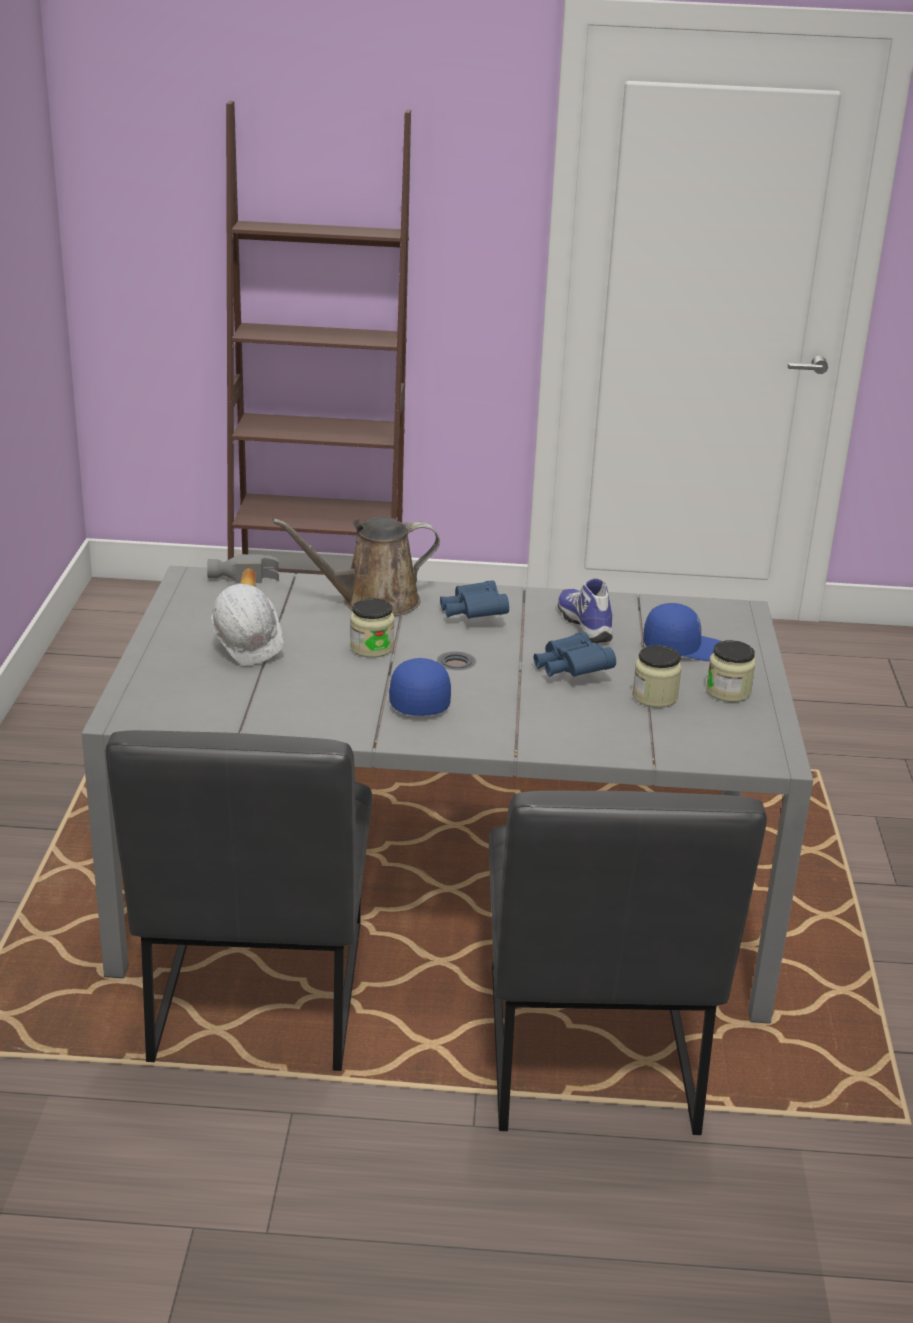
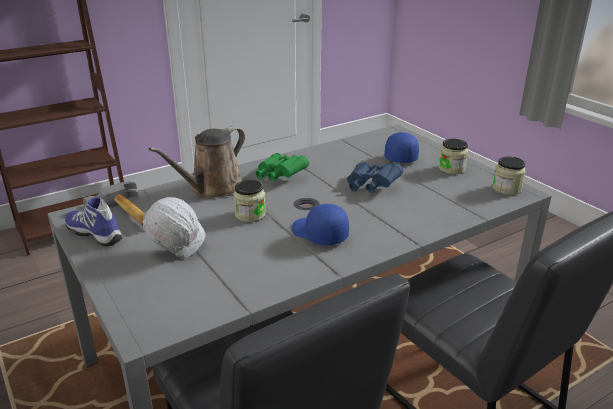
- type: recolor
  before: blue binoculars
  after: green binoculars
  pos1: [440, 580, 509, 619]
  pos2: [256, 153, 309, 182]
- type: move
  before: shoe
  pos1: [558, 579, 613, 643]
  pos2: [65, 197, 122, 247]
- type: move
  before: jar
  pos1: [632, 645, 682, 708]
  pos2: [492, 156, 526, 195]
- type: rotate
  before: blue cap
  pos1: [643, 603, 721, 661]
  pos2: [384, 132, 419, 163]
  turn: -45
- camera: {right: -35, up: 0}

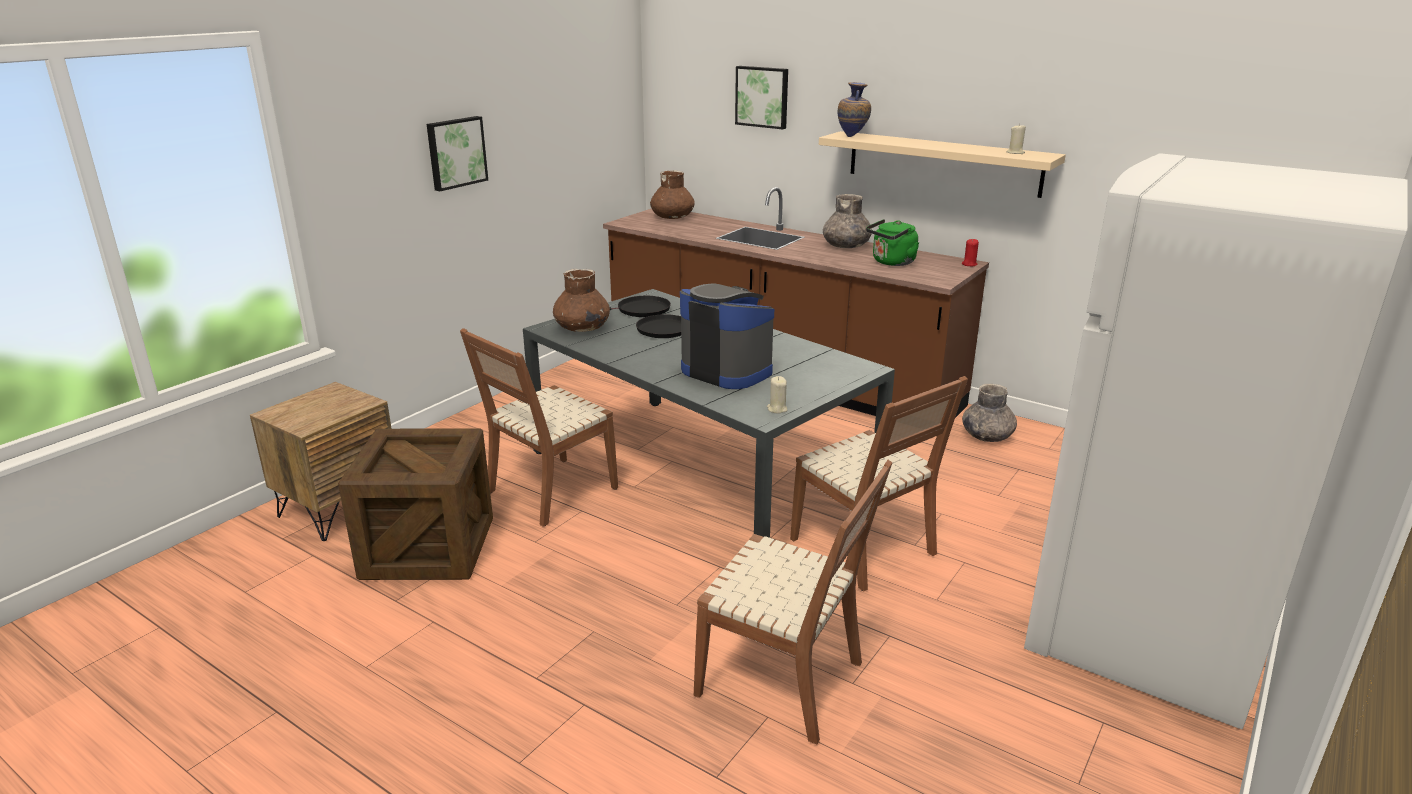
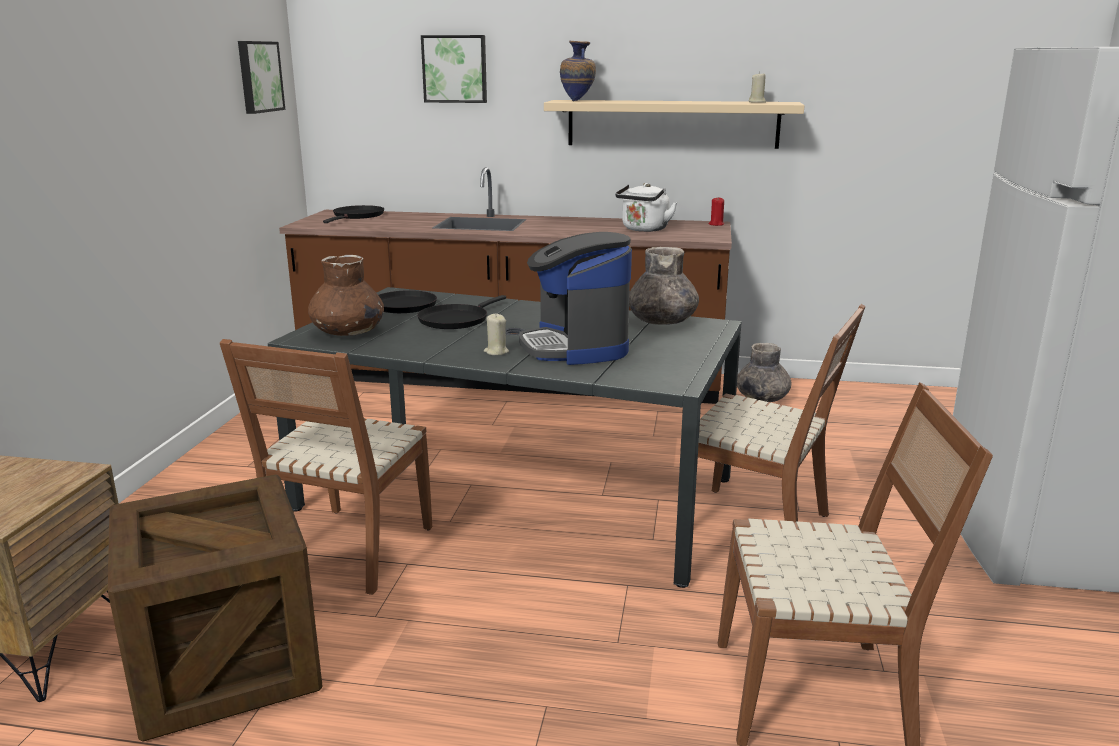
- type: move
  before: picture
  pos1: [427, 116, 488, 191]
  pos2: [238, 41, 285, 114]
- type: replace
  before: brown vase
  after: black frying pan
  pos1: [650, 170, 694, 219]
  pos2: [323, 205, 384, 223]
- type: rotate
  before: coffee machine
  pos1: [680, 283, 774, 389]
  pos2: [519, 232, 632, 365]
  turn: -120
- type: move
  before: beige candle
  pos1: [767, 376, 787, 414]
  pos2: [484, 314, 509, 355]
- type: move
  before: grey vase
  pos1: [823, 194, 872, 248]
  pos2: [629, 247, 699, 325]
- type: recolor
  before: green kettle
  after: white kettle
  pos1: [866, 219, 919, 266]
  pos2: [615, 183, 677, 232]
- camera: {right: -25, up: -5}

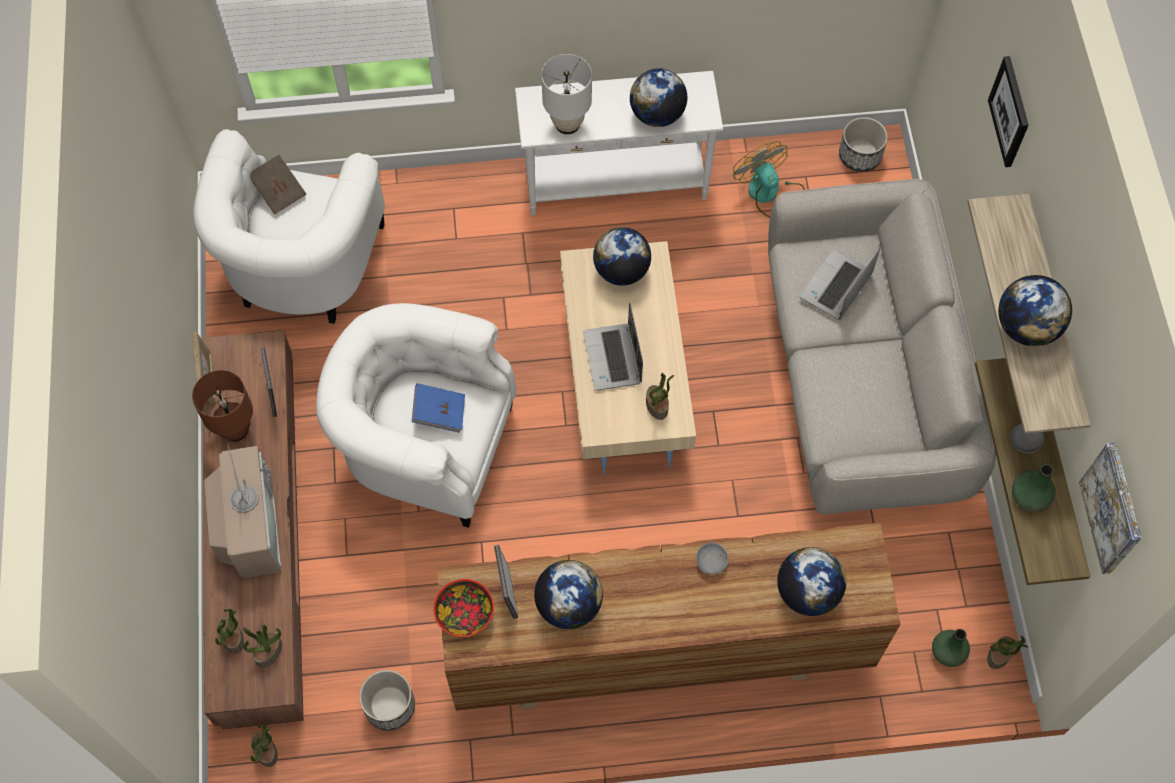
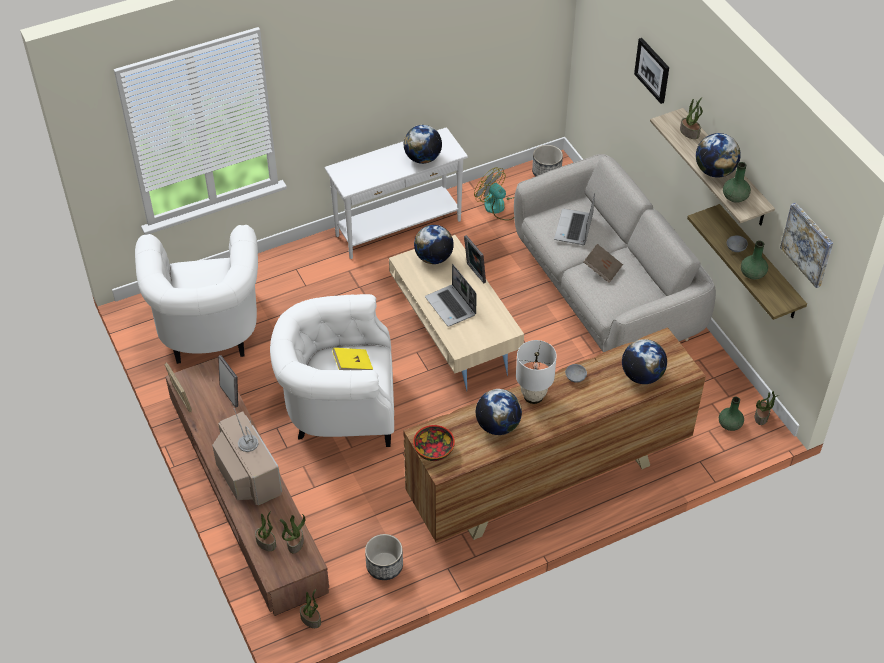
- type: delete
  before: brown table lamp
  pos1: [192, 370, 253, 442]
- type: move
  before: brown book
  pos1: [250, 155, 306, 215]
  pos2: [583, 244, 623, 283]
- type: recolor
  before: blue book
  after: yellow book
  pos1: [411, 383, 465, 433]
  pos2: [332, 348, 373, 370]
- type: move
  before: picture frame
  pos1: [494, 545, 518, 619]
  pos2: [464, 235, 486, 283]
- type: move
  before: white table lamp
  pos1: [541, 54, 592, 134]
  pos2: [516, 340, 557, 404]
- type: move
  before: potted plant
  pos1: [646, 373, 675, 420]
  pos2: [680, 97, 703, 139]
- type: insert
  after: green vase
  pos2: [723, 162, 751, 203]
- camera: {right: -20, up: -15}

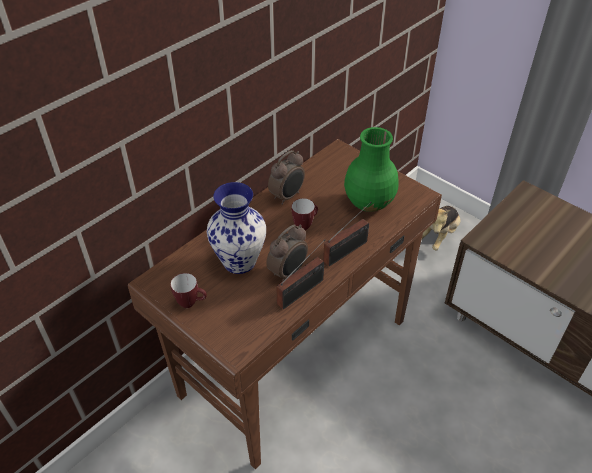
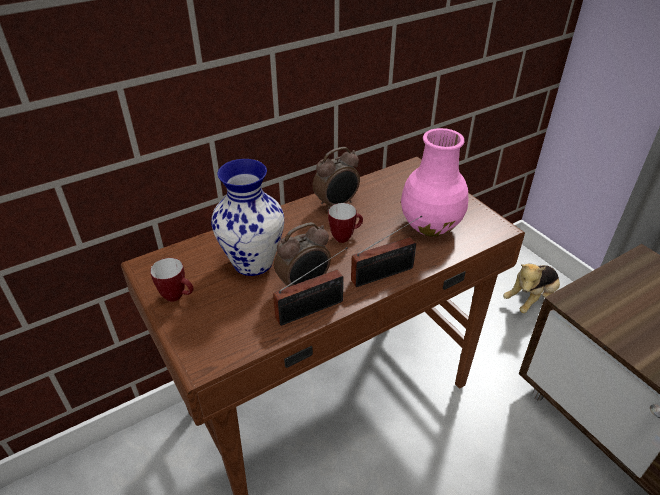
- type: recolor
  before: green vase
  after: pink vase
  pos1: [344, 127, 399, 212]
  pos2: [401, 128, 468, 237]
- camera: {right: 15, up: -5}

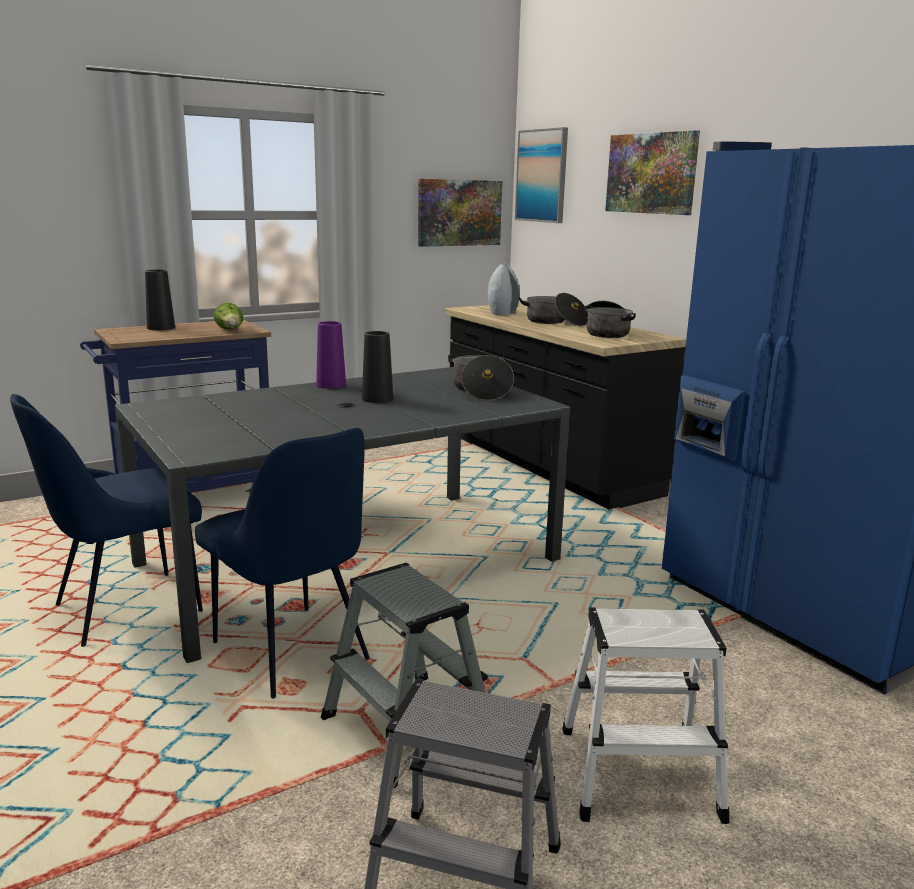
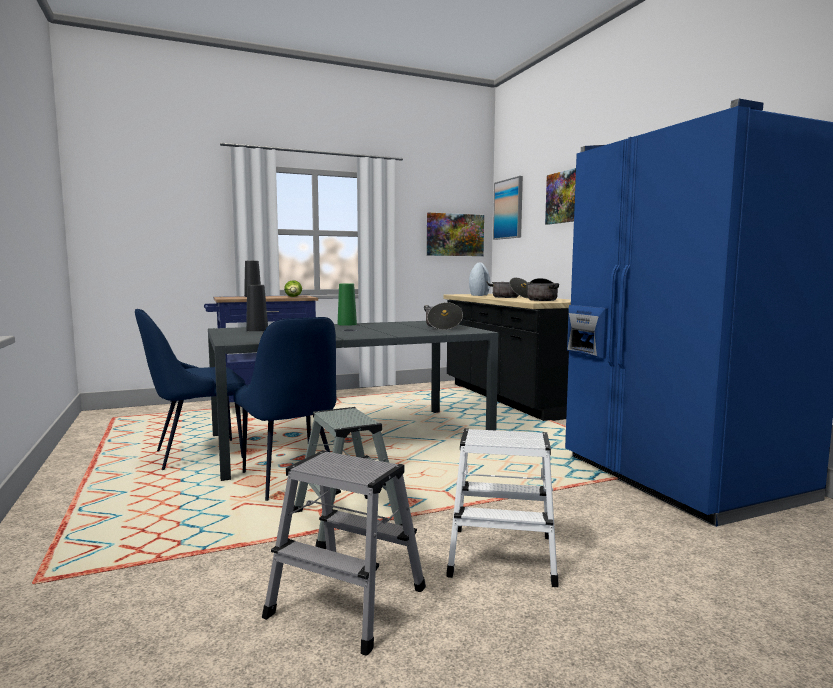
- type: recolor
  before: purple vase
  after: green vase
  pos1: [316, 321, 346, 389]
  pos2: [338, 283, 357, 326]
- type: move
  before: black vase
  pos1: [362, 331, 393, 403]
  pos2: [246, 285, 268, 331]
- camera: {right: 10, up: -10}

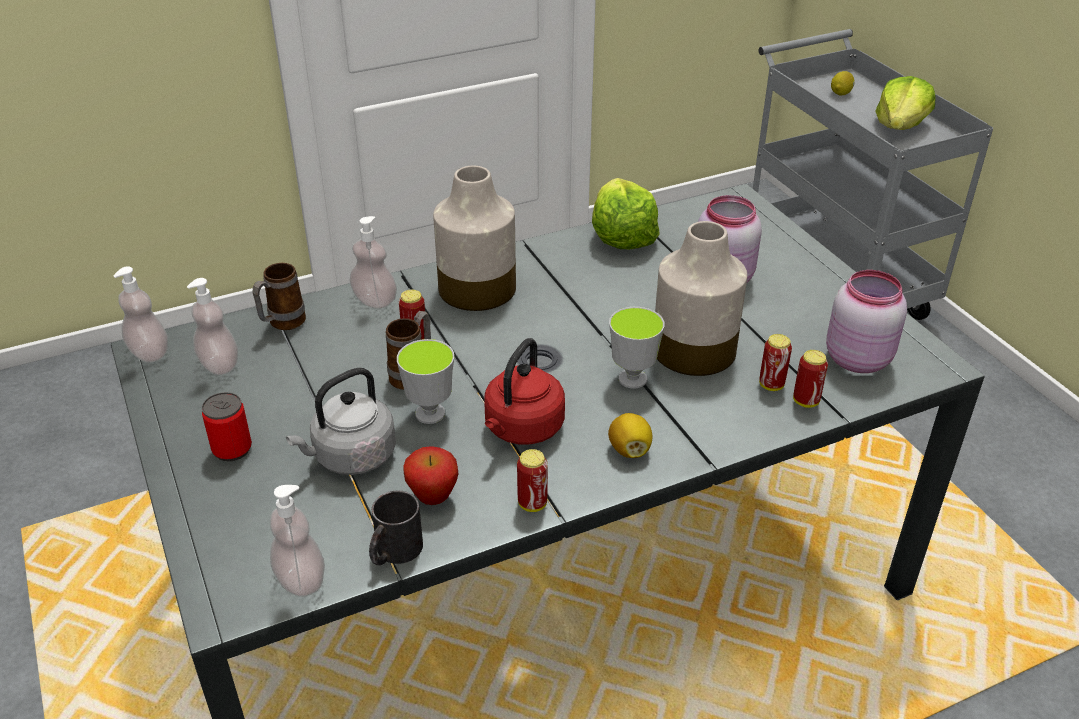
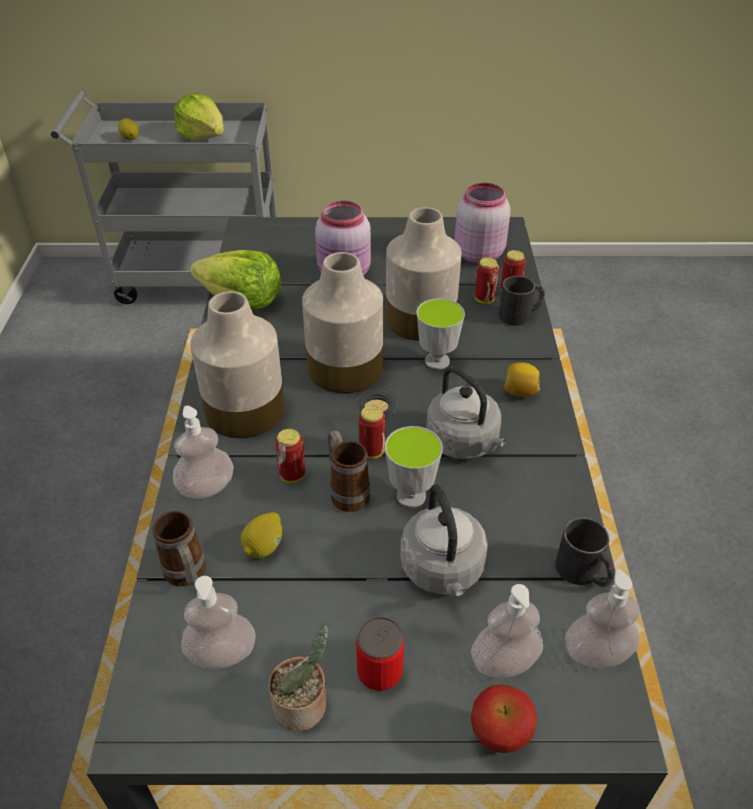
- type: move
  before: soap dispenser
  pos1: [114, 266, 168, 363]
  pos2: [471, 584, 543, 678]
- type: move
  before: apple
  pos1: [403, 446, 459, 505]
  pos2: [471, 685, 537, 753]
- type: recolor
  before: red kettle
  after: grey kettle
  pos1: [484, 338, 565, 445]
  pos2: [426, 366, 506, 460]
- type: move
  before: can
  pos1: [517, 449, 548, 512]
  pos2: [359, 406, 386, 459]
- type: insert
  after: lemon
  pos2: [241, 512, 282, 559]
- type: insert
  after: potted plant
  pos2: [269, 625, 329, 731]
- type: insert
  after: beige vase
  pos2: [302, 252, 383, 393]
- type: insert
  after: black mug
  pos2: [499, 276, 545, 326]
- camera: {right: -65, up: 5}

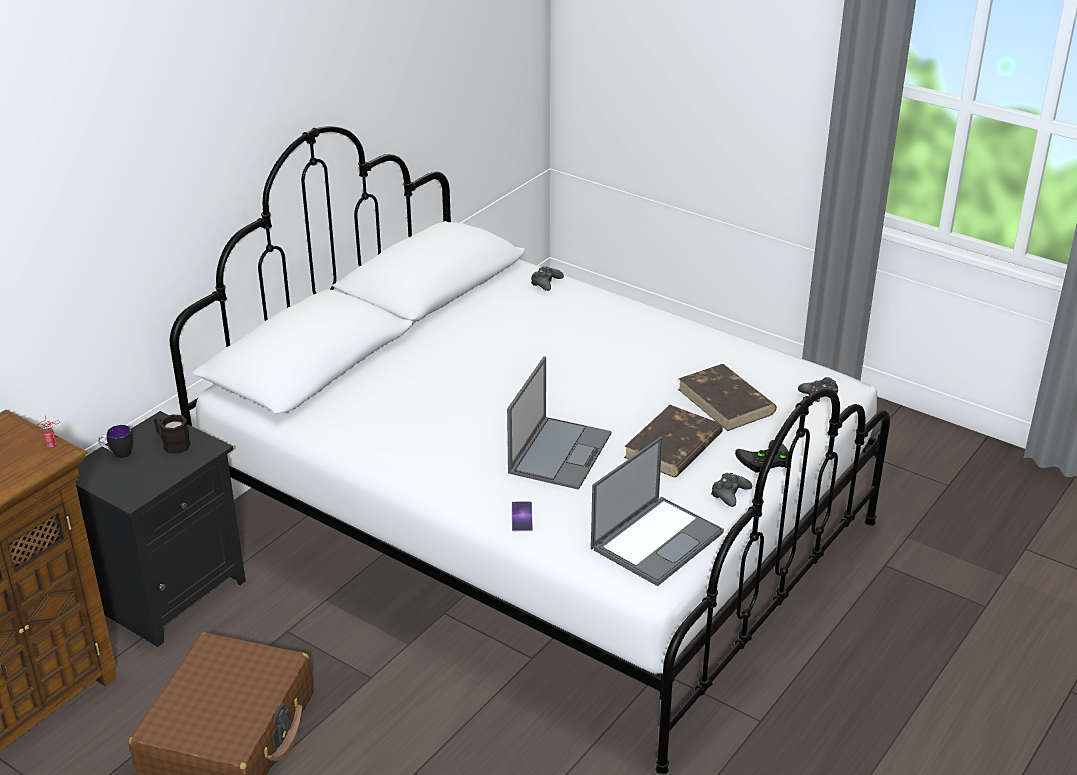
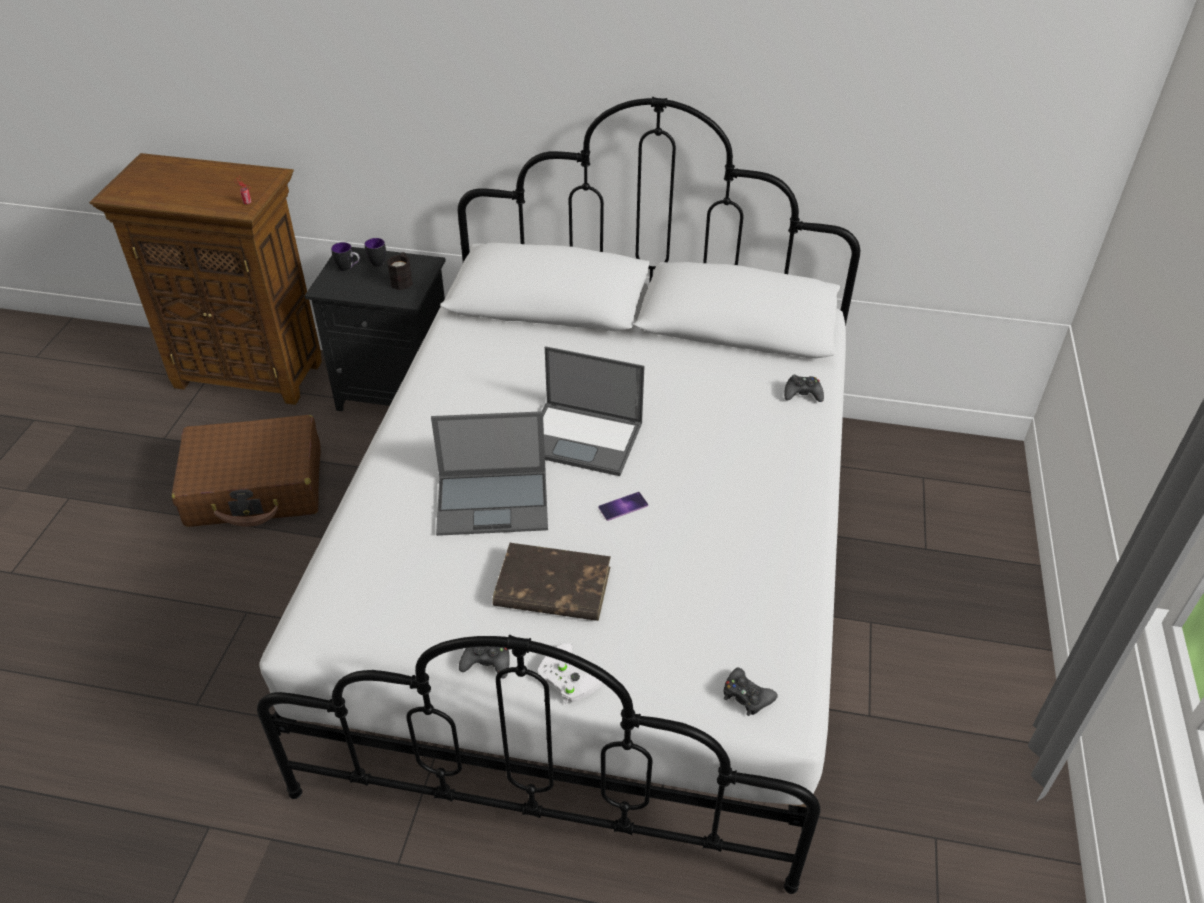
- type: move
  before: phone
  pos1: [512, 501, 533, 531]
  pos2: [598, 492, 648, 521]
- type: move
  before: laptop
  pos1: [591, 436, 724, 586]
  pos2: [542, 346, 645, 476]
- type: delete
  before: brown book
  pos1: [678, 364, 777, 431]
- type: recolor
  before: black game controller
  after: white game controller
  pos1: [735, 440, 789, 473]
  pos2: [538, 643, 604, 703]
- type: insert
  after: mug
  pos2: [331, 242, 360, 271]
- camera: {right: 65, up: 10}

